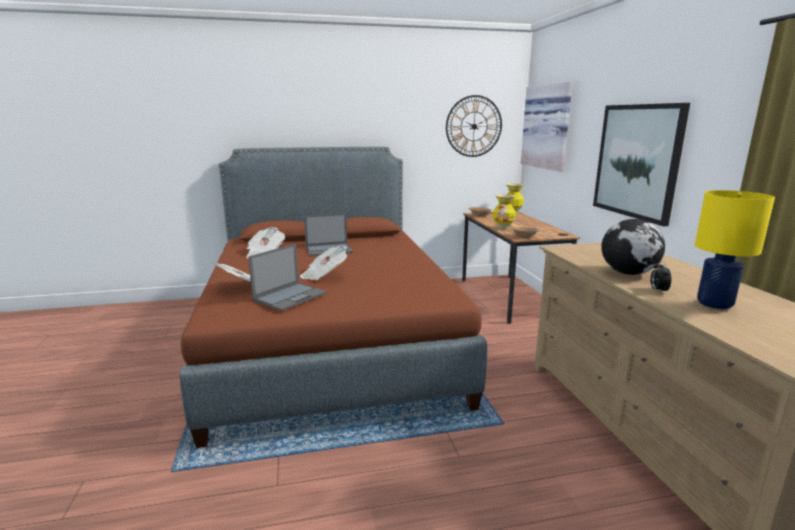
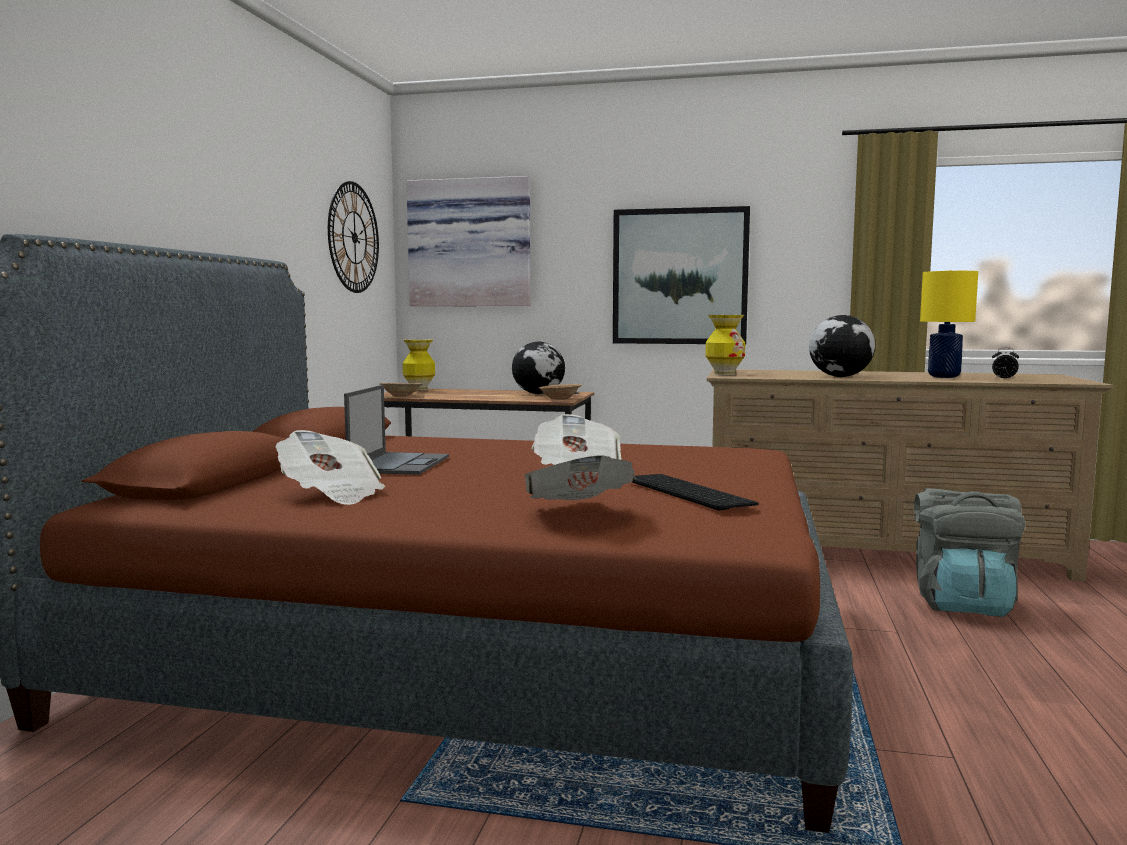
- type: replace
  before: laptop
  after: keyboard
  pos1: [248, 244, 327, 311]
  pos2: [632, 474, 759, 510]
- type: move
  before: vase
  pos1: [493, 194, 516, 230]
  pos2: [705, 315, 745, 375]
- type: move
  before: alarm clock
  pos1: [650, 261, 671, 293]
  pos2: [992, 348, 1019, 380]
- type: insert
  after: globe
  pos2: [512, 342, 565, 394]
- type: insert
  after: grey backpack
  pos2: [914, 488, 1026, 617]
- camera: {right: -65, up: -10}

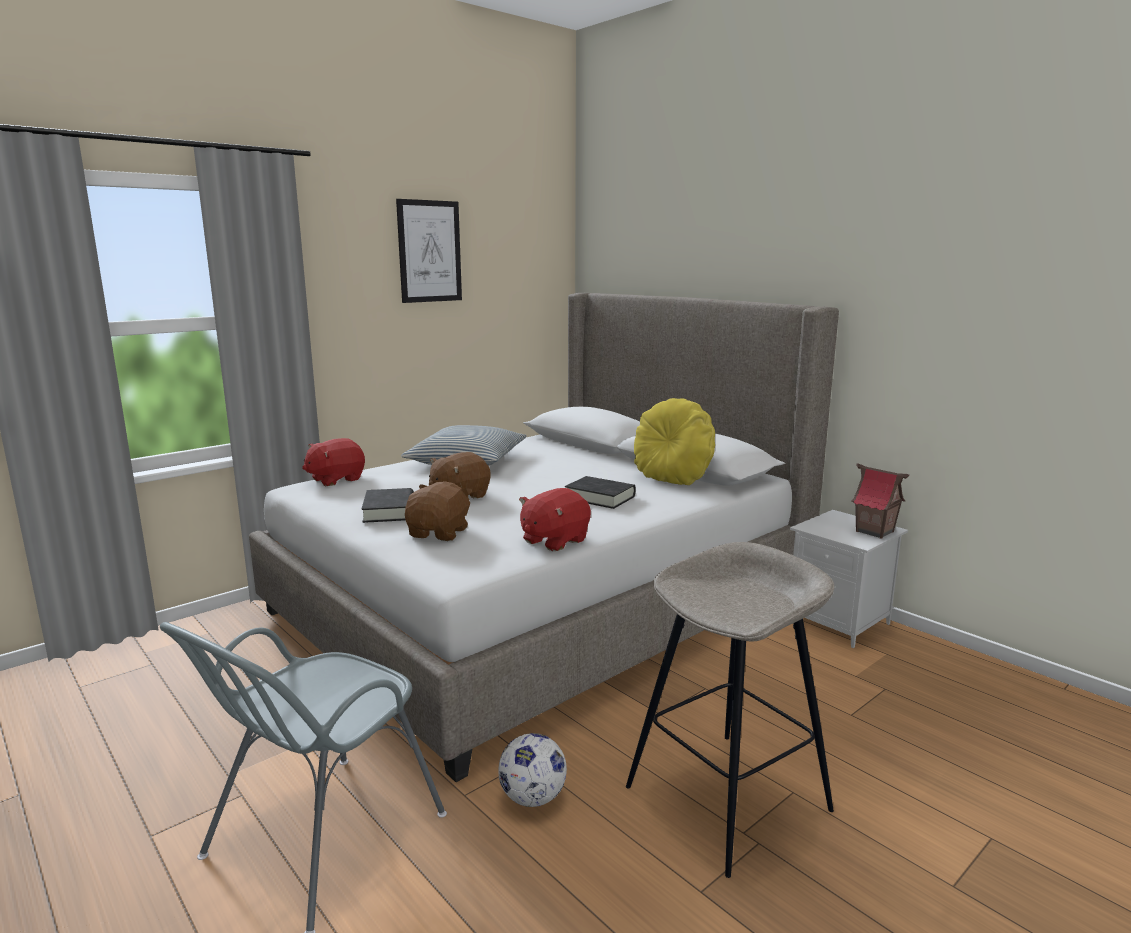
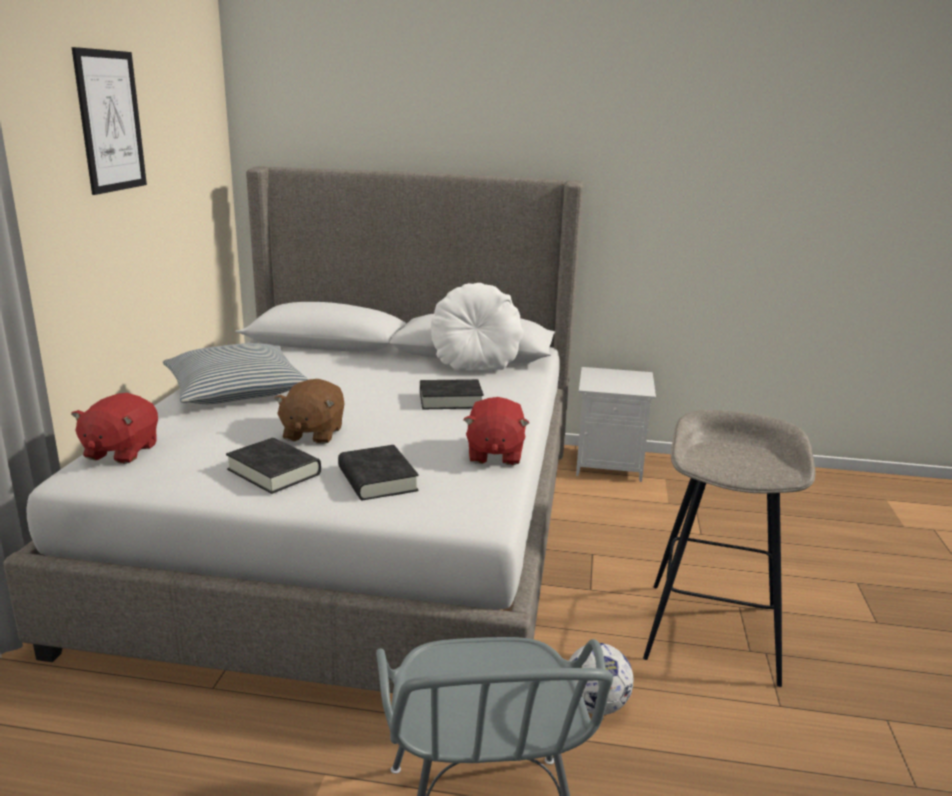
- type: replace
  before: brown plush toy
  after: black book
  pos1: [405, 481, 472, 541]
  pos2: [338, 445, 419, 500]
- type: recolor
  before: yellow pillow
  after: white pillow
  pos1: [634, 398, 715, 485]
  pos2: [431, 283, 523, 371]
- type: delete
  before: toy house
  pos1: [852, 463, 909, 539]
- camera: {right: -40, up: 5}

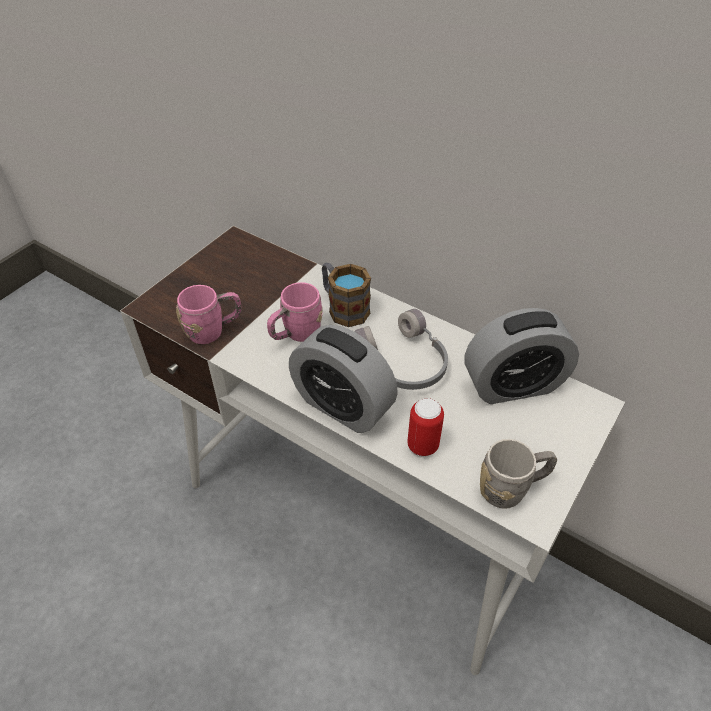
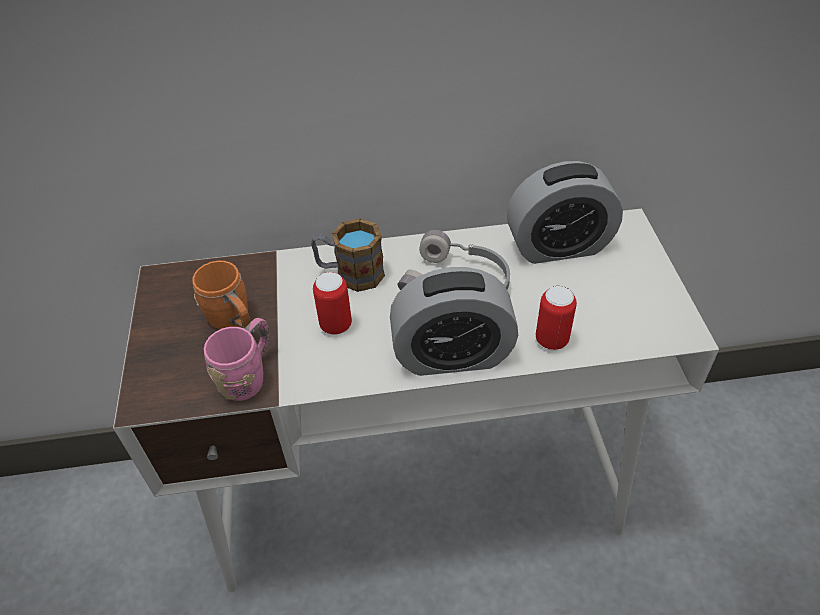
- type: replace
  before: pink mug
  after: can
  pos1: [267, 282, 323, 342]
  pos2: [313, 272, 352, 334]
- type: rotate
  before: alarm clock
  pos1: [465, 308, 579, 404]
  pos2: [507, 161, 623, 264]
  turn: 45
- type: delete
  before: grey mug
  pos1: [480, 439, 557, 509]
- type: insert
  after: orange mug
  pos2: [192, 261, 251, 330]
- camera: {right: -40, up: 0}

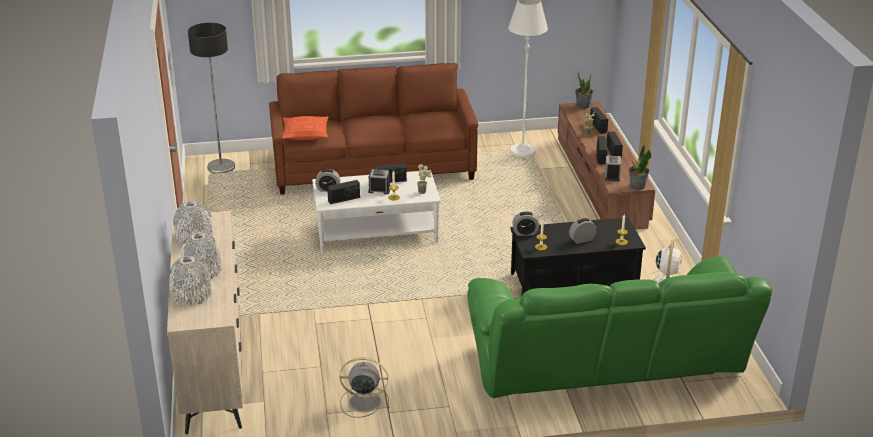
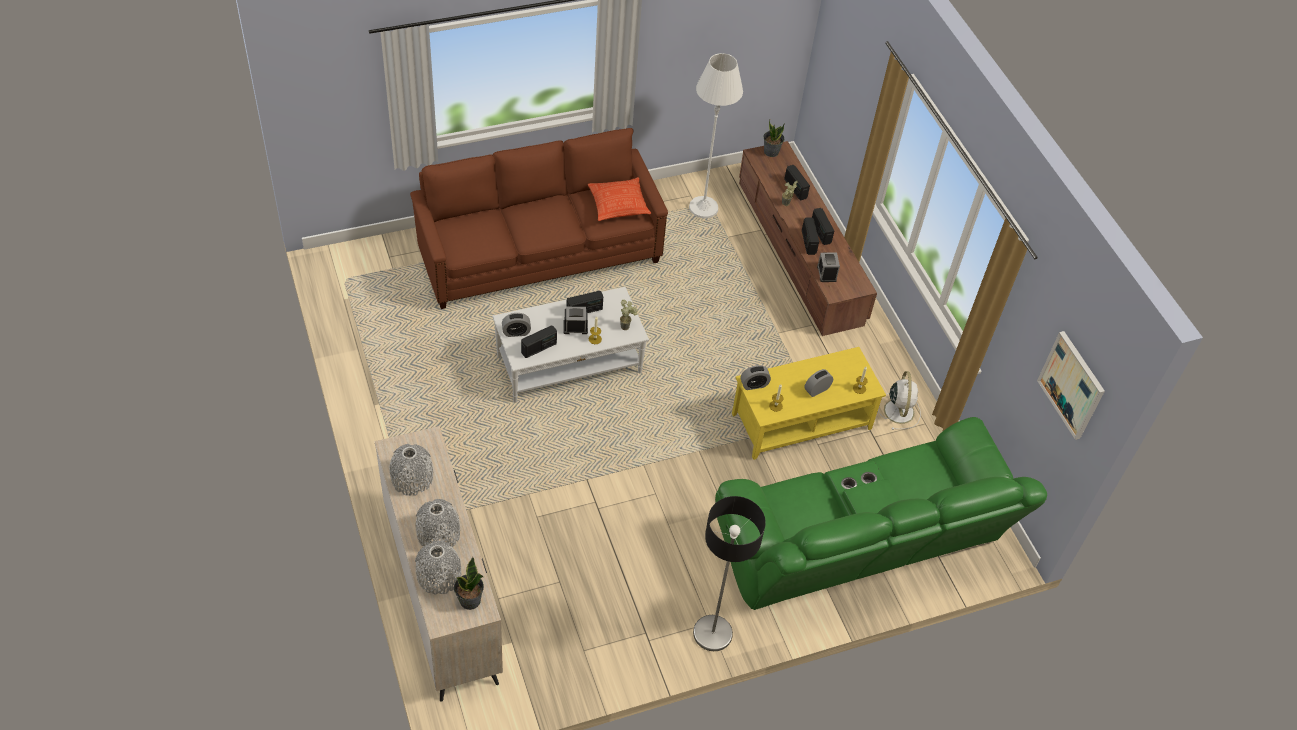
- type: move
  before: floor lamp
  pos1: [188, 23, 235, 173]
  pos2: [693, 496, 766, 651]
- type: move
  before: orange pillow
  pos1: [283, 116, 328, 140]
  pos2: [588, 177, 651, 221]
- type: delete
  before: grey fan
  pos1: [340, 358, 389, 418]
- type: recolor
  before: black coffee table
  after: yellow coffee table
  pos1: [510, 217, 646, 295]
  pos2: [732, 347, 886, 460]
- type: move
  before: potted plant
  pos1: [629, 144, 651, 190]
  pos2: [454, 557, 484, 610]
- type: insert
  after: picture
  pos2: [1037, 331, 1105, 440]
- camera: {right: -15, up: 20}

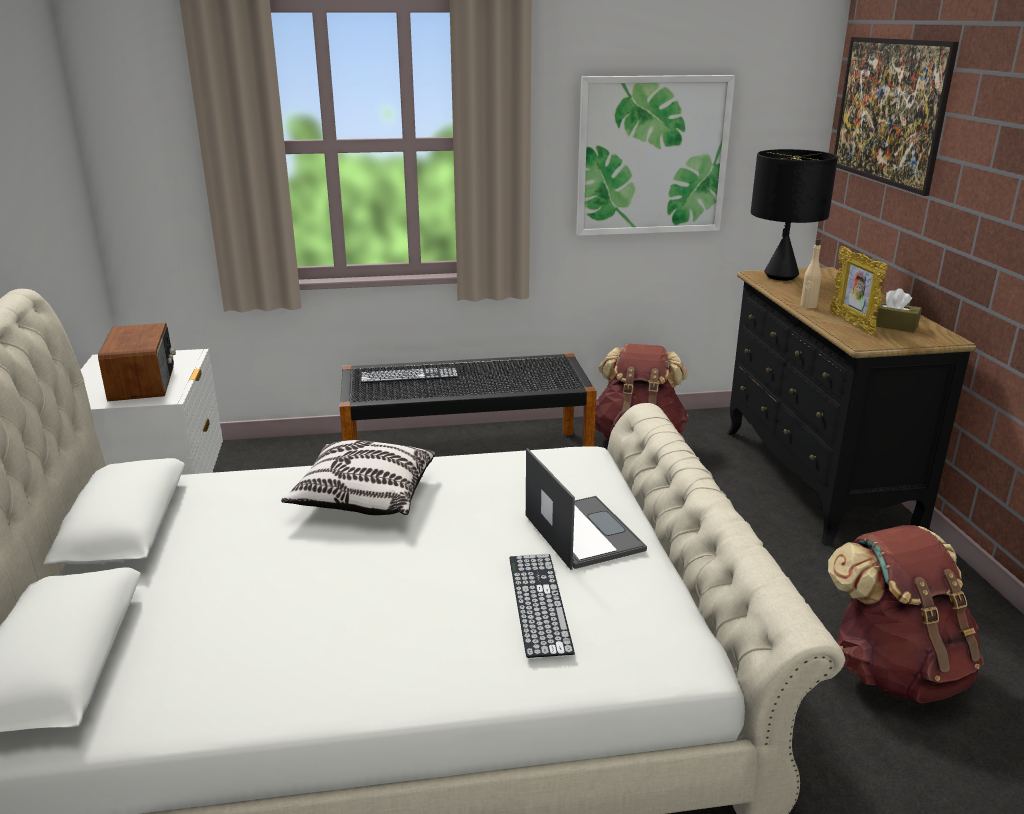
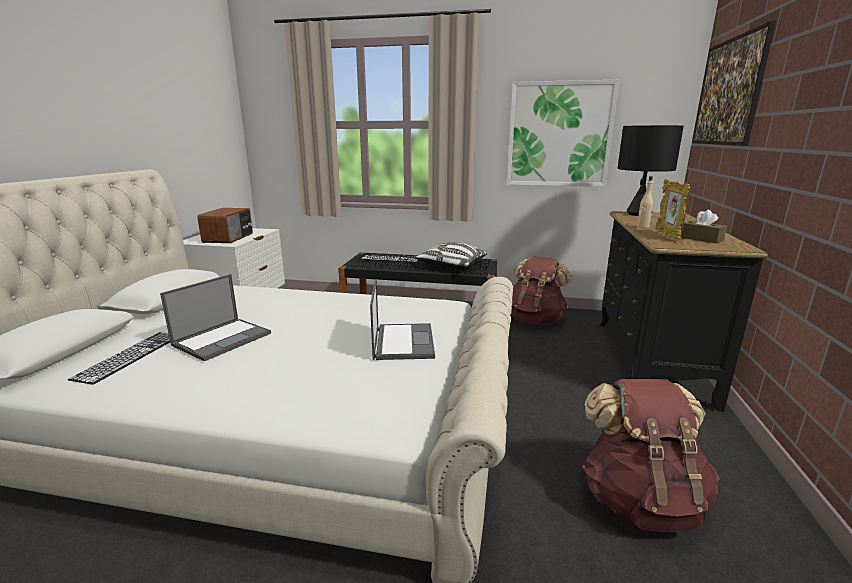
- type: move
  before: pillow
  pos1: [281, 440, 435, 515]
  pos2: [414, 242, 488, 270]
- type: move
  before: keyboard
  pos1: [509, 554, 575, 658]
  pos2: [68, 332, 170, 385]
- type: insert
  after: laptop
  pos2: [160, 274, 271, 361]
- camera: {right: 20, up: -5}

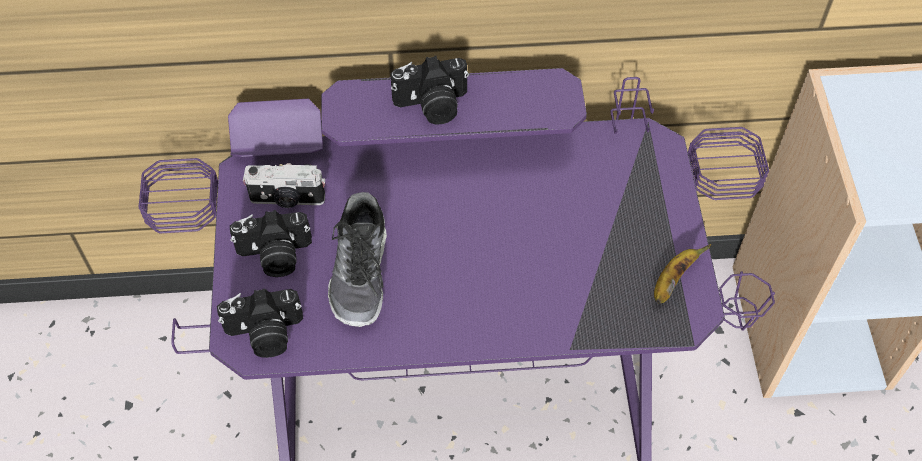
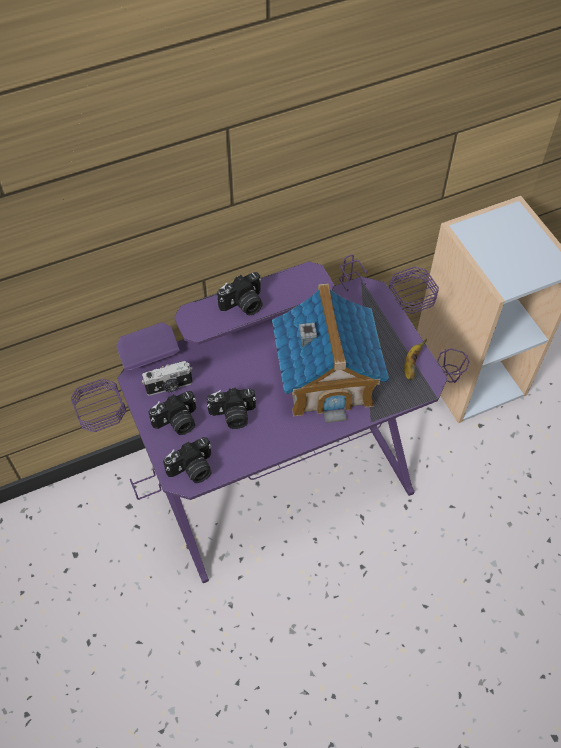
- type: replace
  before: shoe
  after: photo camera
  pos1: [328, 192, 387, 327]
  pos2: [207, 387, 256, 429]
- type: insert
  after: toy house
  pos2: [272, 283, 389, 423]
- camera: {right: -20, up: 0}

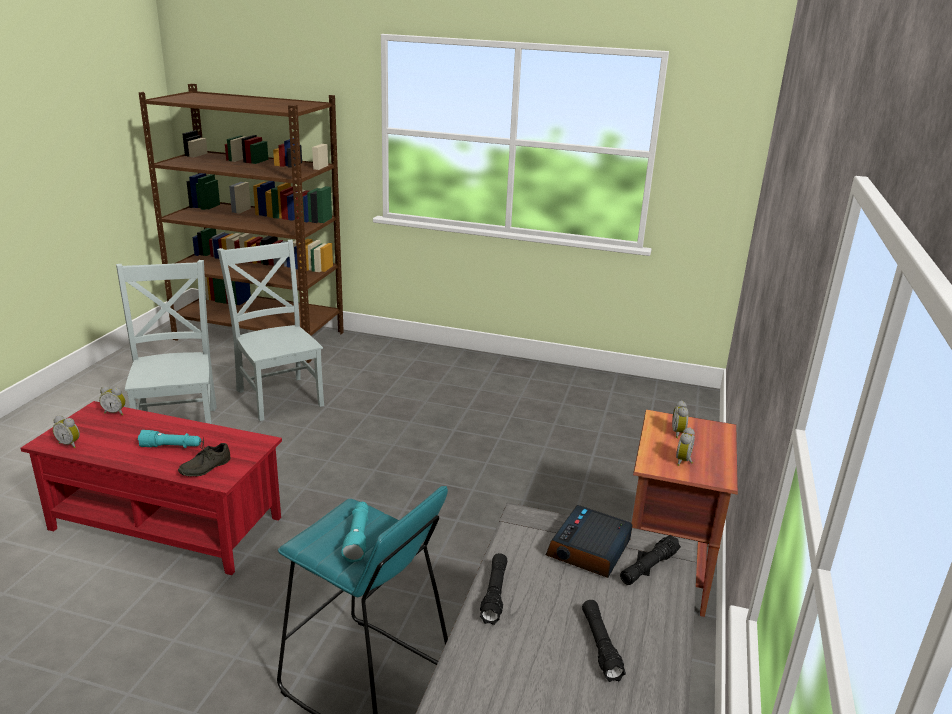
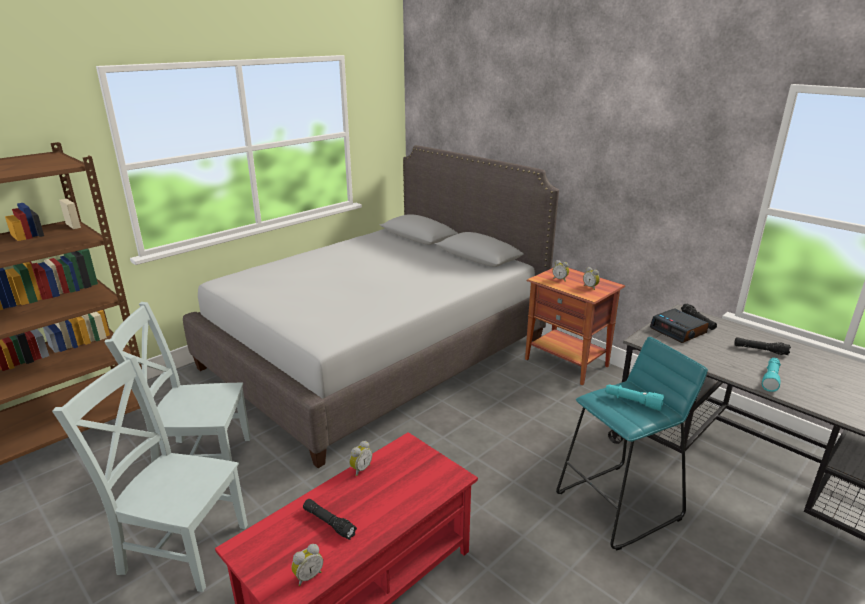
- type: move
  before: alarm clock
  pos1: [99, 386, 126, 415]
  pos2: [349, 441, 372, 476]
- type: move
  before: turquoise flashlight
  pos1: [138, 430, 201, 448]
  pos2: [762, 358, 781, 392]
- type: delete
  before: grey shoe
  pos1: [178, 437, 230, 477]
- type: move
  before: black flashlight
  pos1: [480, 553, 507, 625]
  pos2: [303, 499, 357, 540]
- type: insert
  after: grey bed
  pos2: [183, 145, 559, 468]
- camera: {right: -60, up: 0}

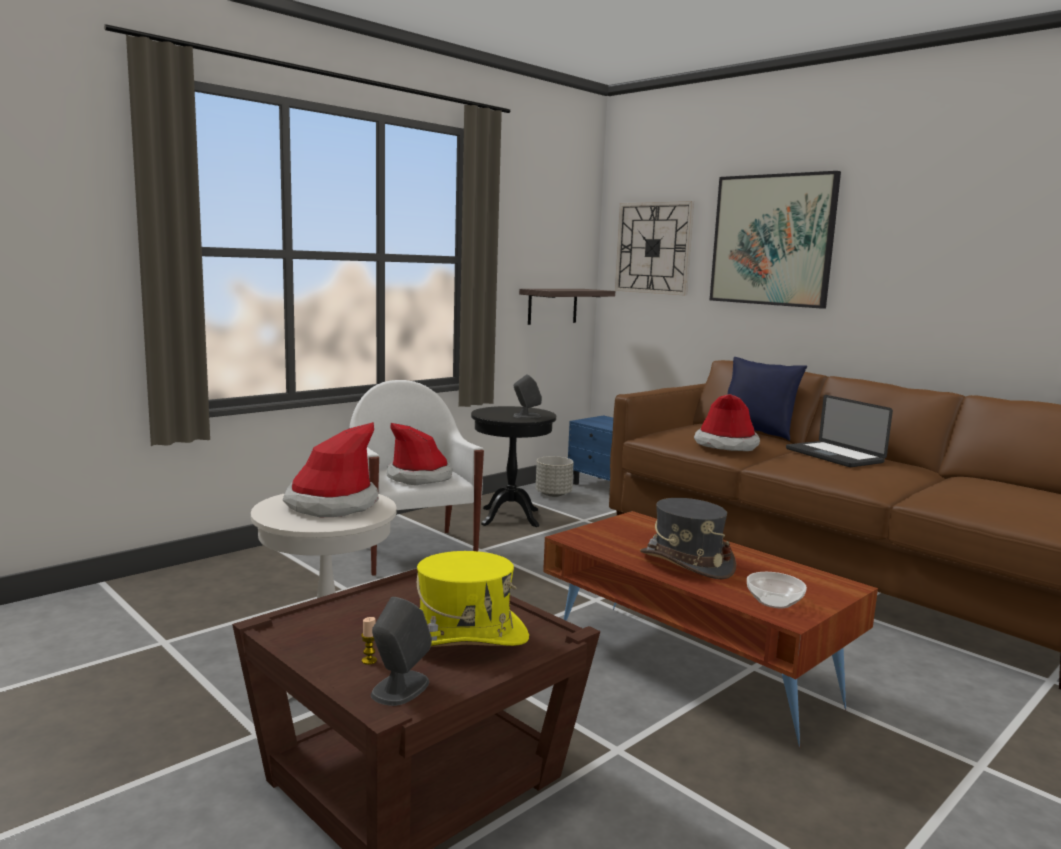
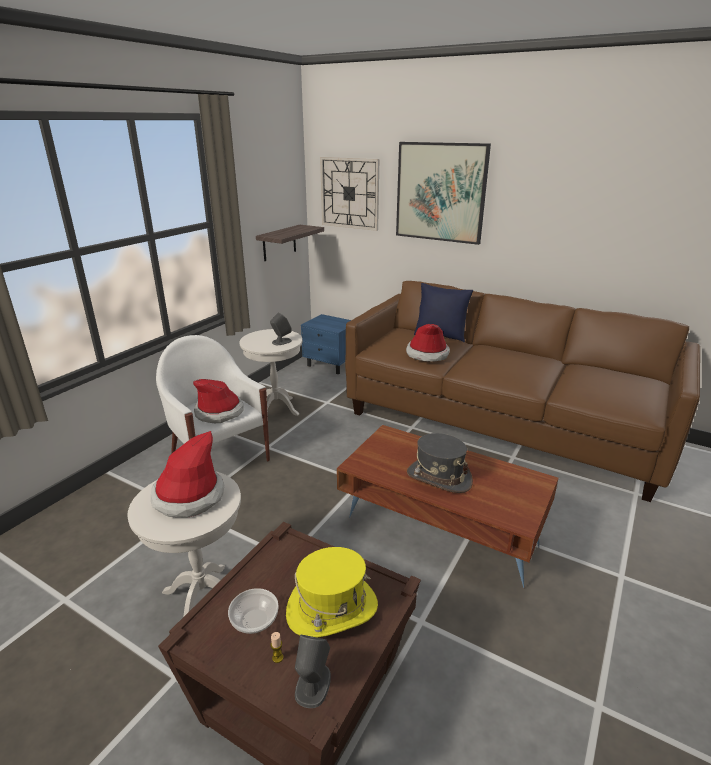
- type: recolor
  before: black side table
  after: white side table
  pos1: [471, 406, 556, 527]
  pos2: [239, 329, 302, 416]
- type: delete
  before: grey planter
  pos1: [536, 456, 574, 497]
- type: move
  before: bowl
  pos1: [747, 572, 807, 608]
  pos2: [228, 588, 278, 634]
- type: delete
  before: laptop
  pos1: [786, 395, 893, 467]
- camera: {right: -15, up: 15}

